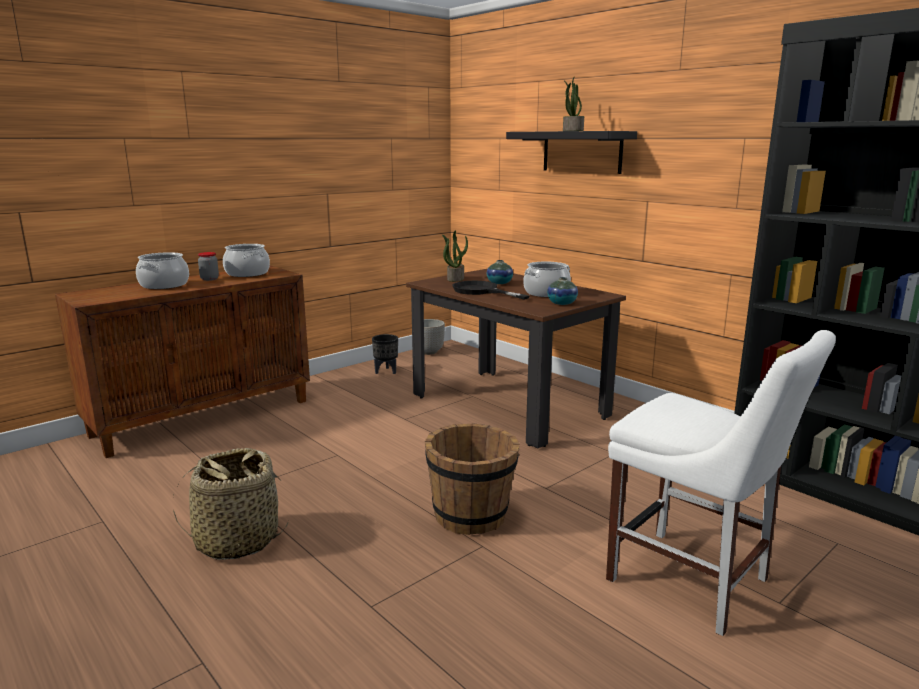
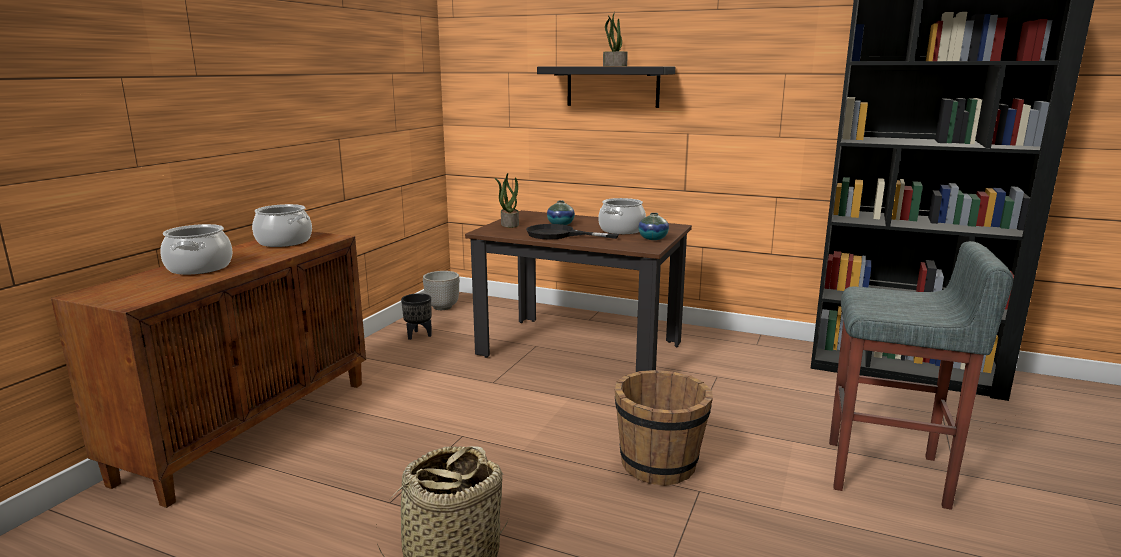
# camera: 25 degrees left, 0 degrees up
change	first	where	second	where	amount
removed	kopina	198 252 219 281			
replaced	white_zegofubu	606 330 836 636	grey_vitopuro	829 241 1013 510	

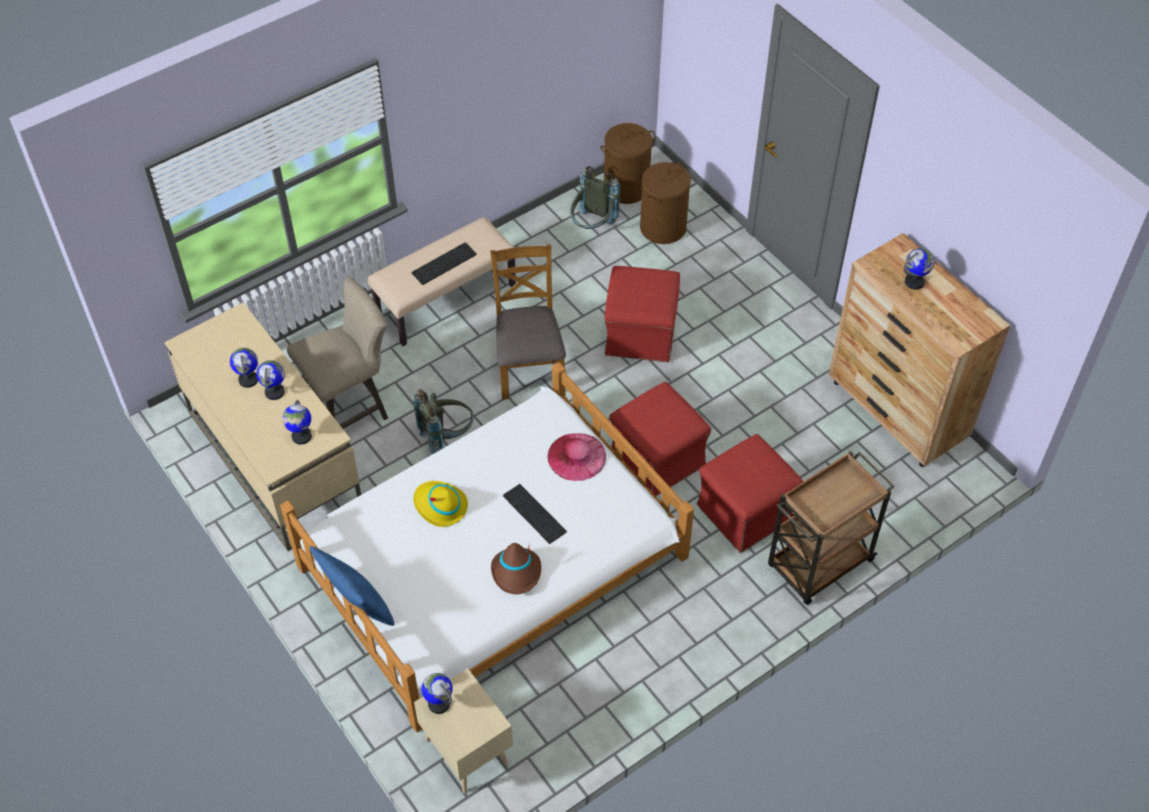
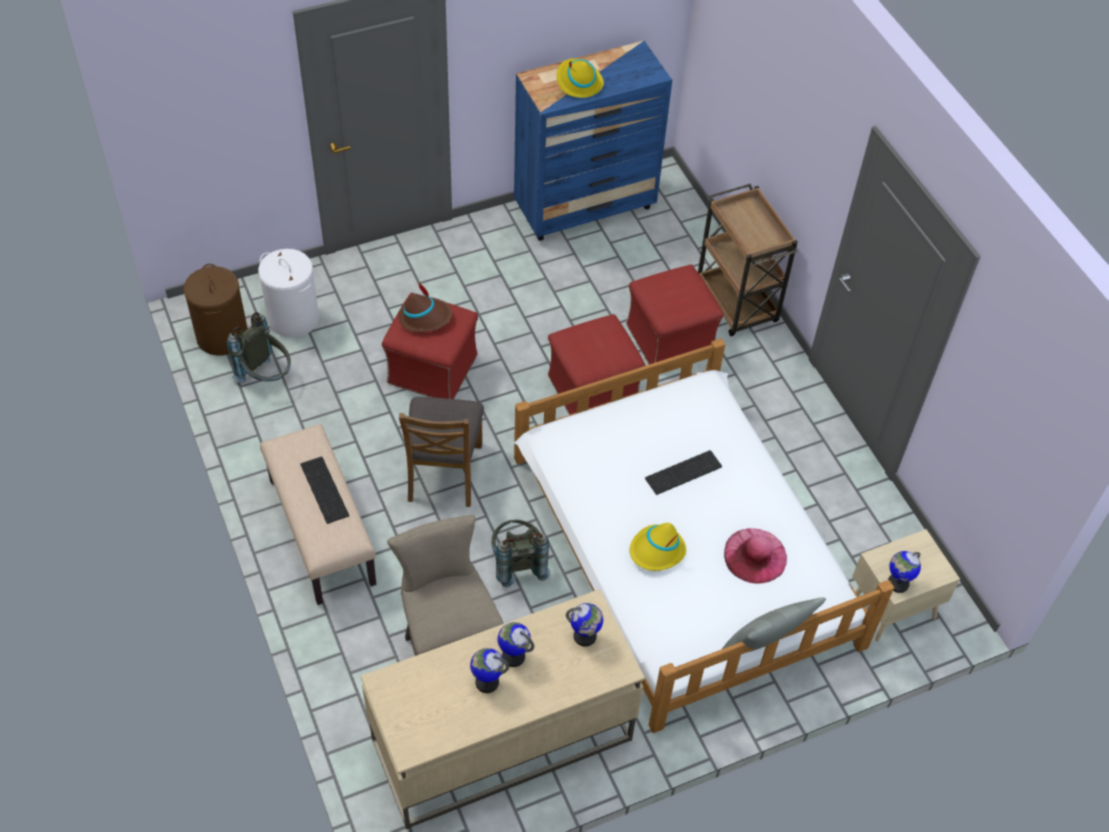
# camera: 80 degrees left, 0 degrees up
change	first	where	second	where	amount
recoloured	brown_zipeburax	640 162 691 244	white_zipeburax	258 249 319 338	
recoloured	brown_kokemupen	829 233 1010 467	blue_kokemupen	514 41 672 241	
turned	brown_zegofubu	490 244 566 400		399 397 484 507	90 degrees counterclockwise
replaced	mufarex	903 248 935 290	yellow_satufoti	557 58 604 98	
moved	pink_satufoti	547 433 606 481		724 528 787 584	
moved	brown_satufoti	491 543 541 594		398 282 453 333	
recoloured	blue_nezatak	309 546 395 626	grey_nezatak	722 597 826 653	

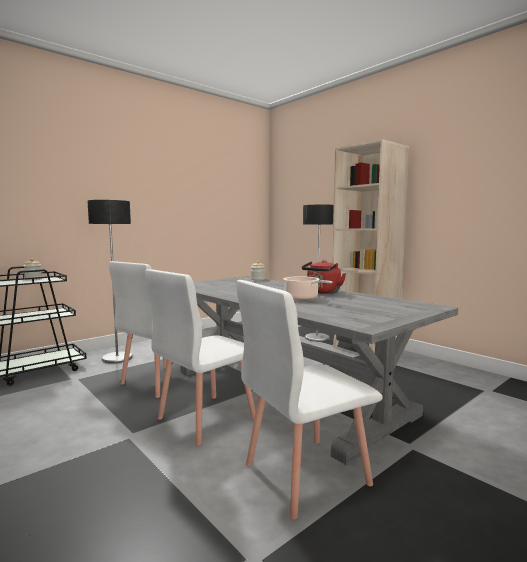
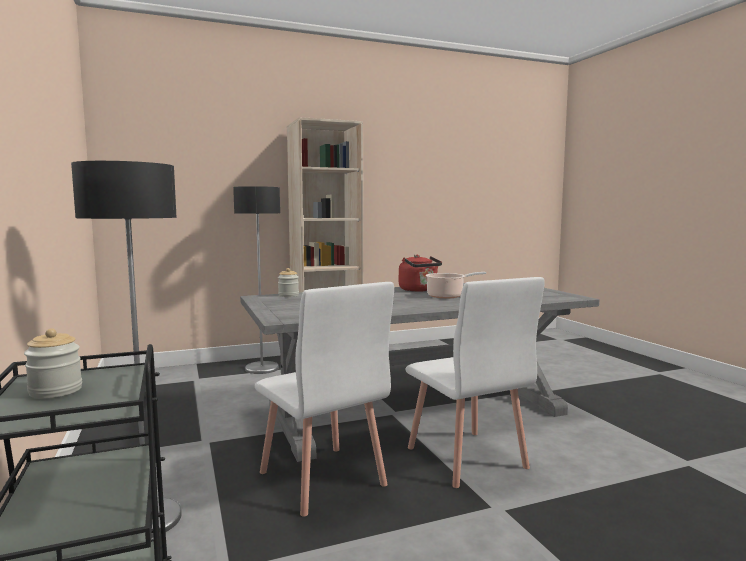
# camera: 70 degrees left, 0 degrees up
change	first	where	second	where	amount
removed	white_zegofubu	236 280 383 519			

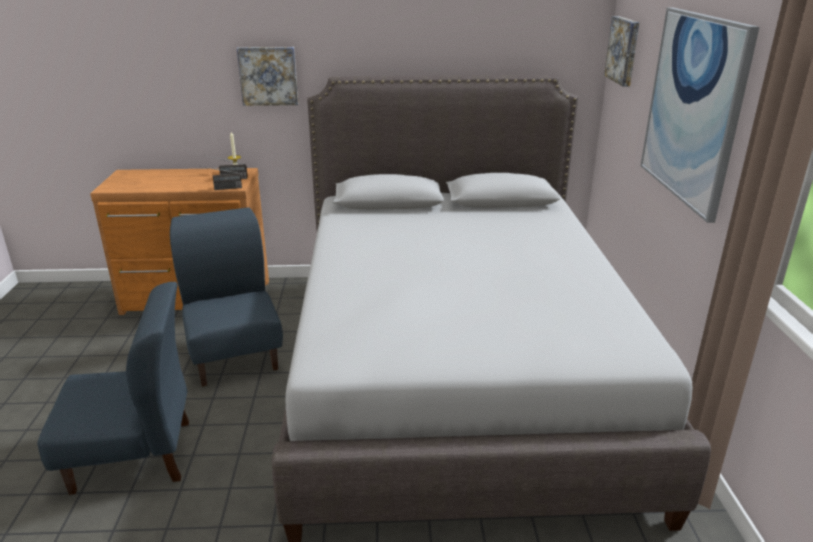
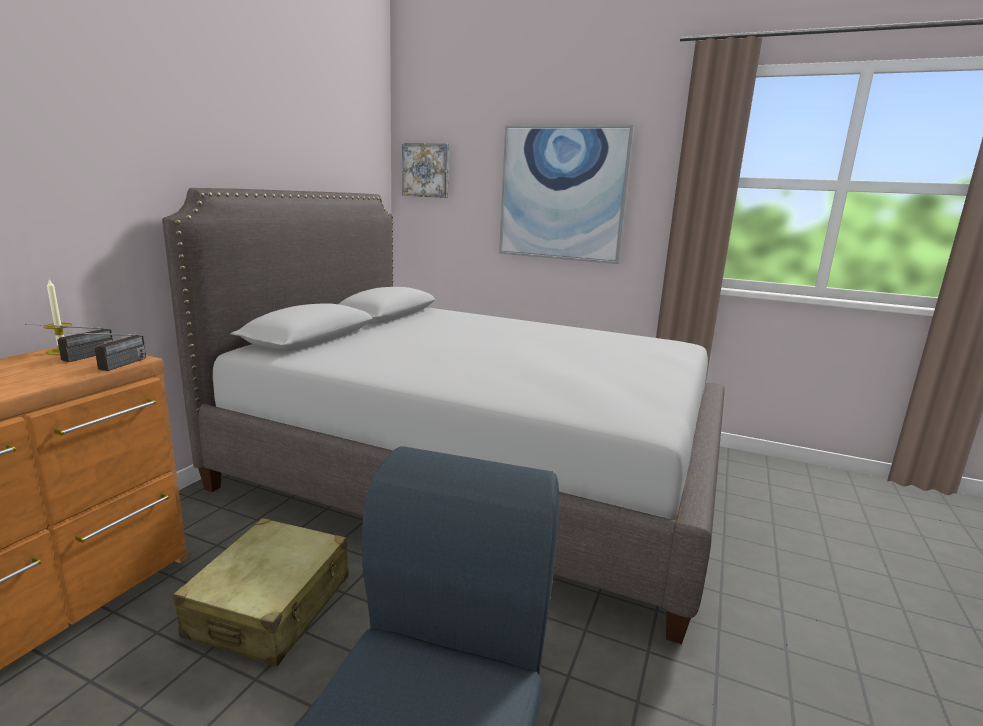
# camera: 65 degrees left, 10 degrees down
change	first	where	second	where	amount
removed	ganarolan	237 47 298 106			
replaced	blue_zegofubu	170 207 283 387	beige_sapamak	173 518 348 666	

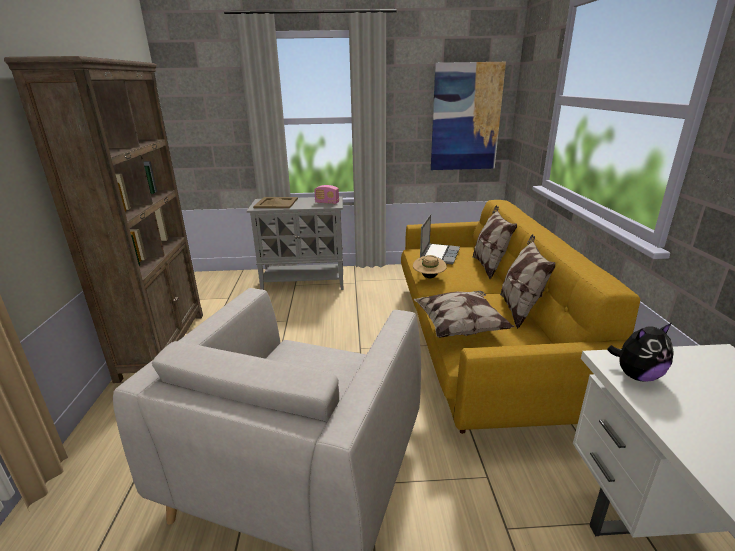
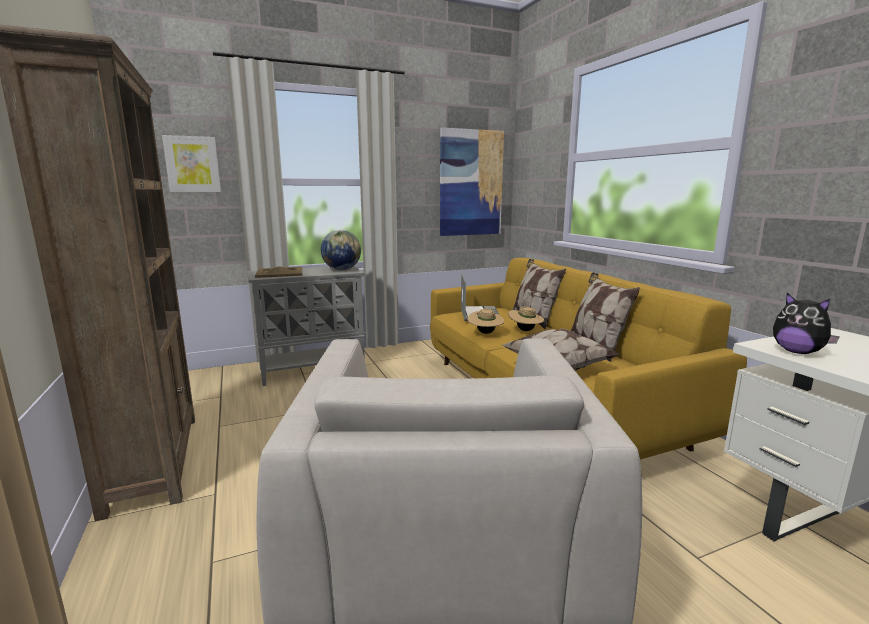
# camera: 20 degrees left, 10 degrees down
change	first	where	second	where	amount
replaced	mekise	314 185 339 204	mufarex	321 230 361 270	
turned	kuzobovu	607 323 674 381		773 293 840 354	90 degrees clockwise
added			ganarolan	162 135 221 192	
added			beige_satufoti	508 307 544 331	

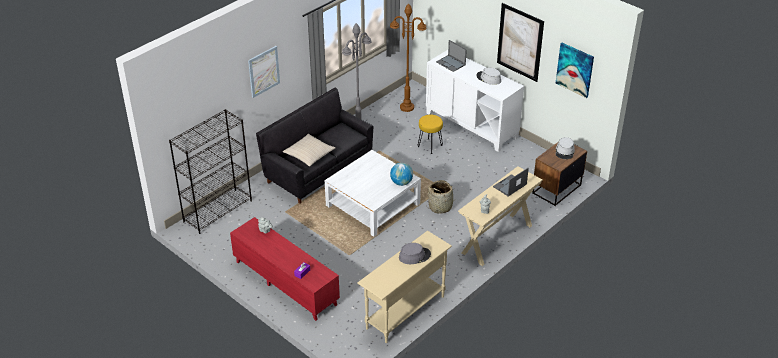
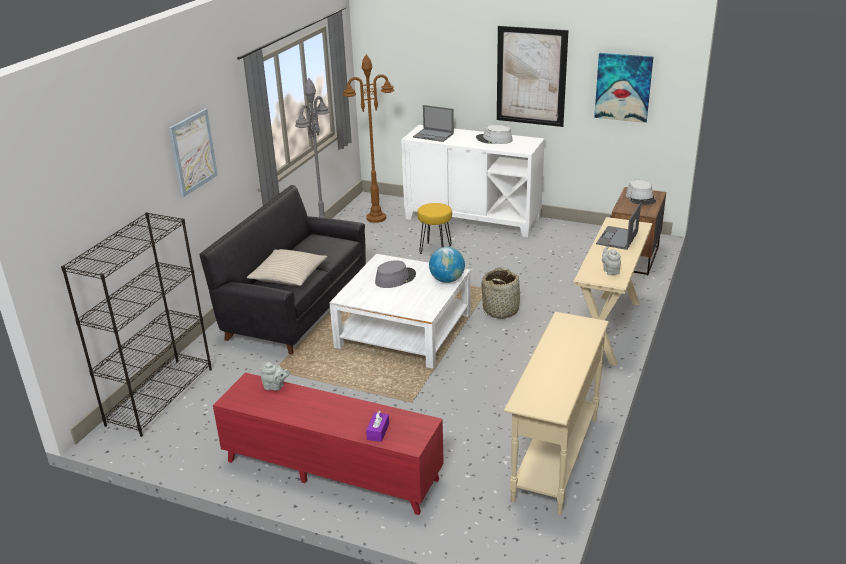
# camera: 20 degrees left, 10 degrees down
change	first	where	second	where	amount
moved	grey_satufoti	399 243 431 264		375 260 416 288	

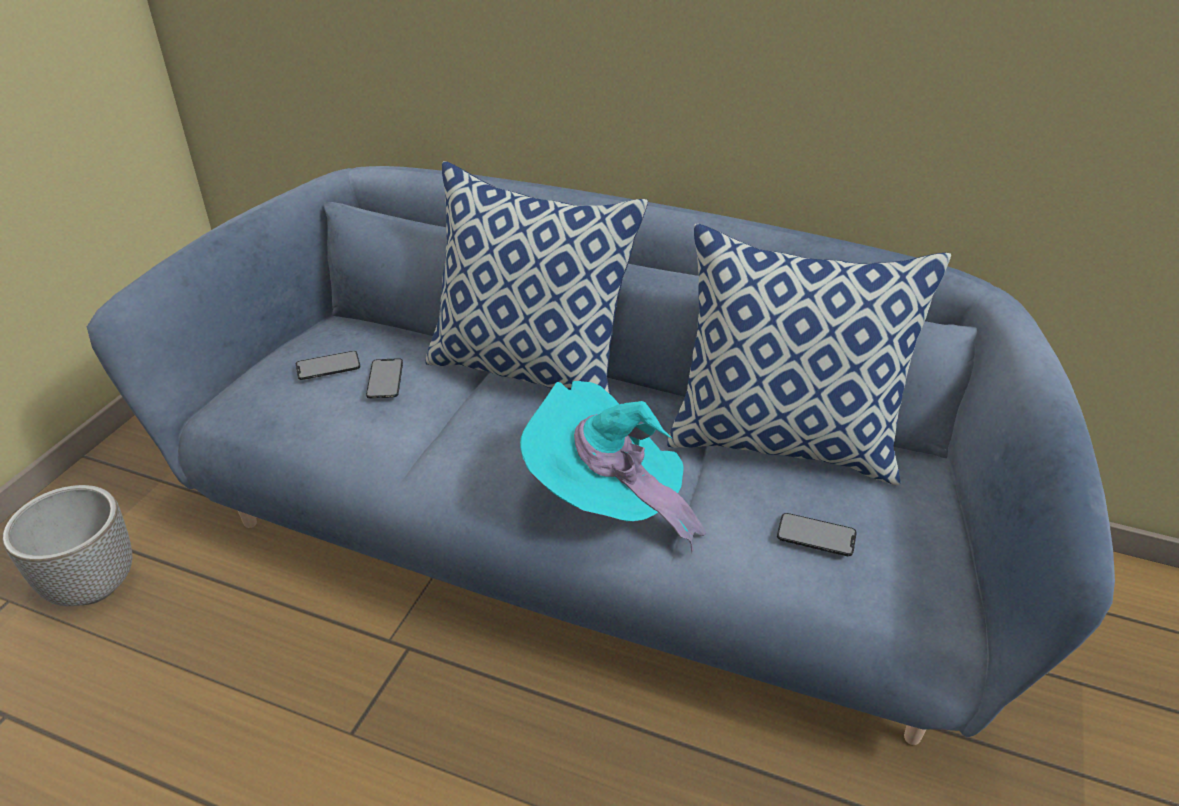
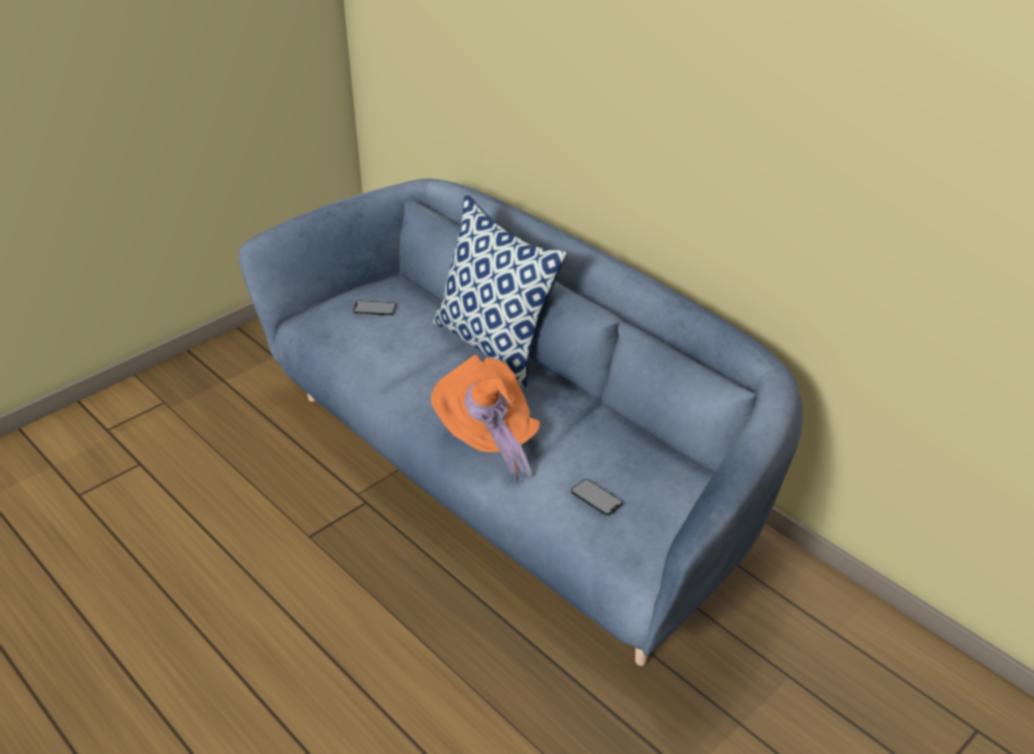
# camera: 25 degrees right, 0 degrees up
change	first	where	second	where	amount
removed	nezatak	667 224 951 485			
removed	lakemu	366 358 403 399			
recoloured	turquoise_satufoti	520 381 707 553	orange_satufoti	431 355 540 483	
removed	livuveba	3 485 132 606			

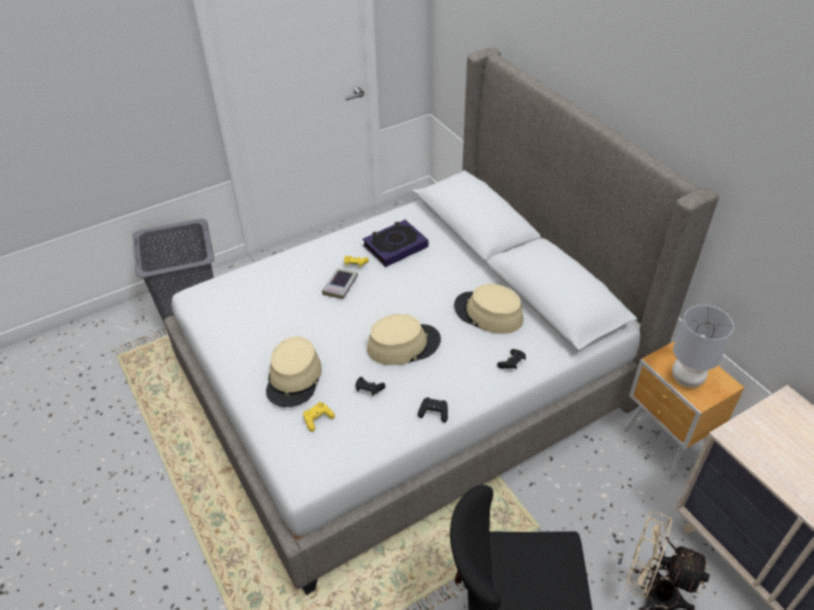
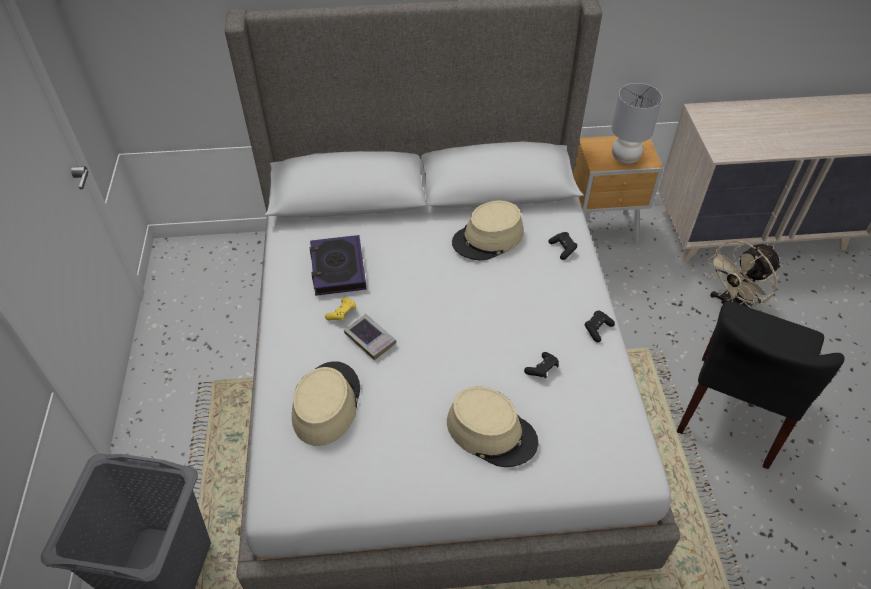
# camera: 65 degrees left, 5 degrees up
change	first	where	second	where	amount
moved	beige_satufoti	367 314 441 365		292 361 360 446	
removed	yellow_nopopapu	303 402 335 432			

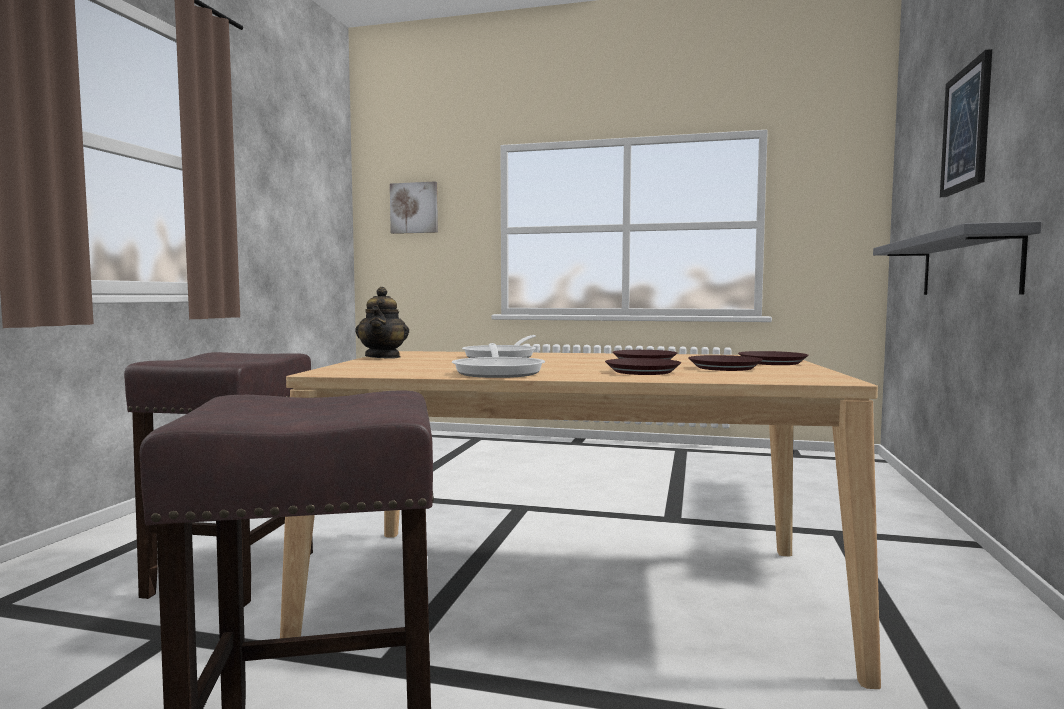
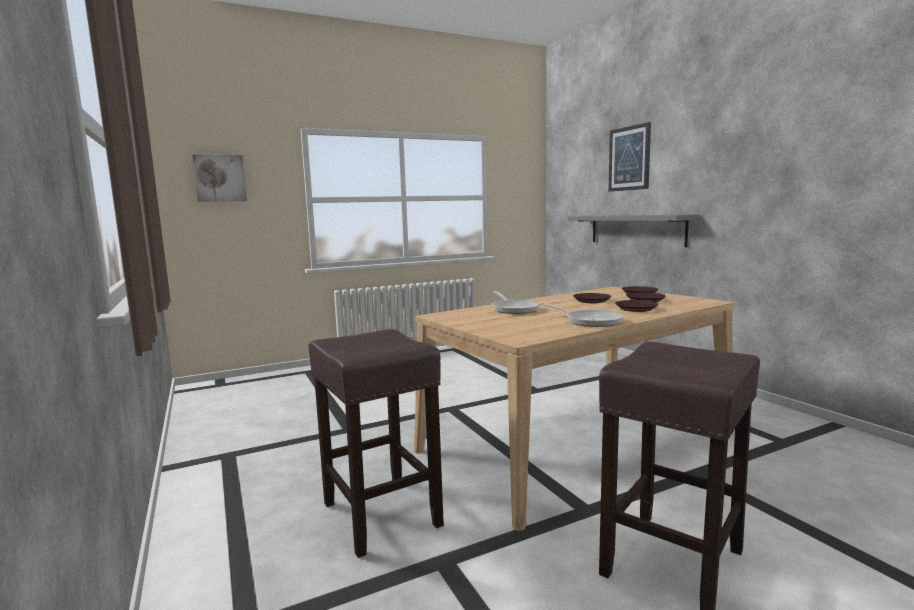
# camera: 40 degrees left, 5 degrees up
change	first	where	second	where	amount
removed	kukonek	355 287 409 358			

